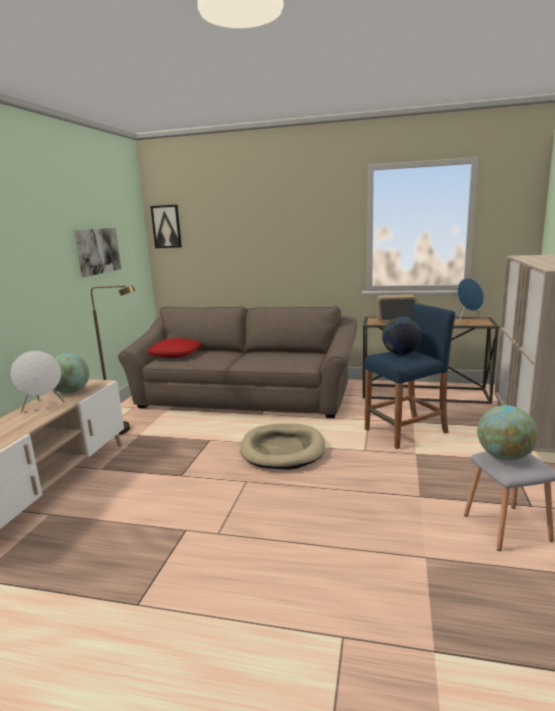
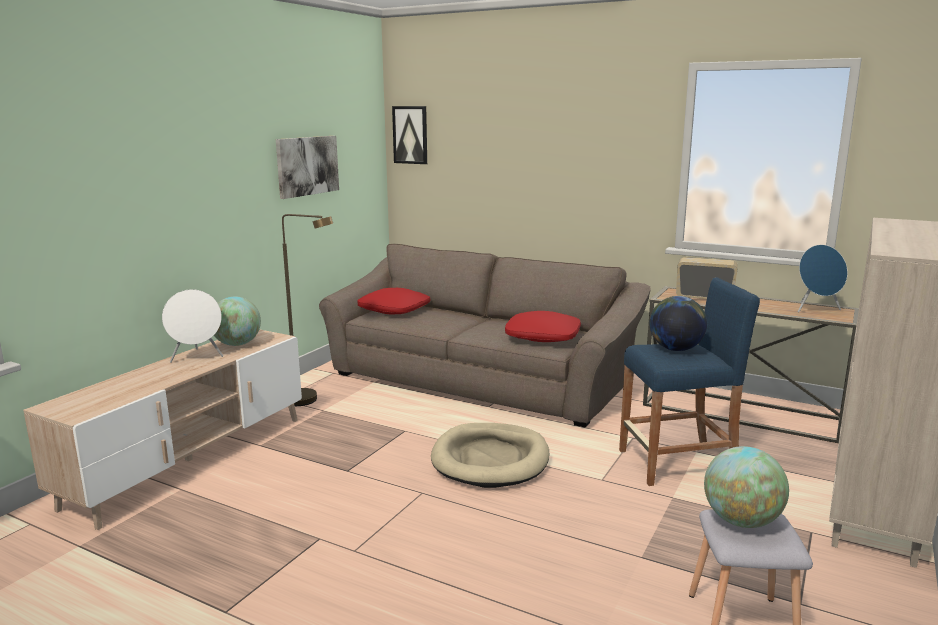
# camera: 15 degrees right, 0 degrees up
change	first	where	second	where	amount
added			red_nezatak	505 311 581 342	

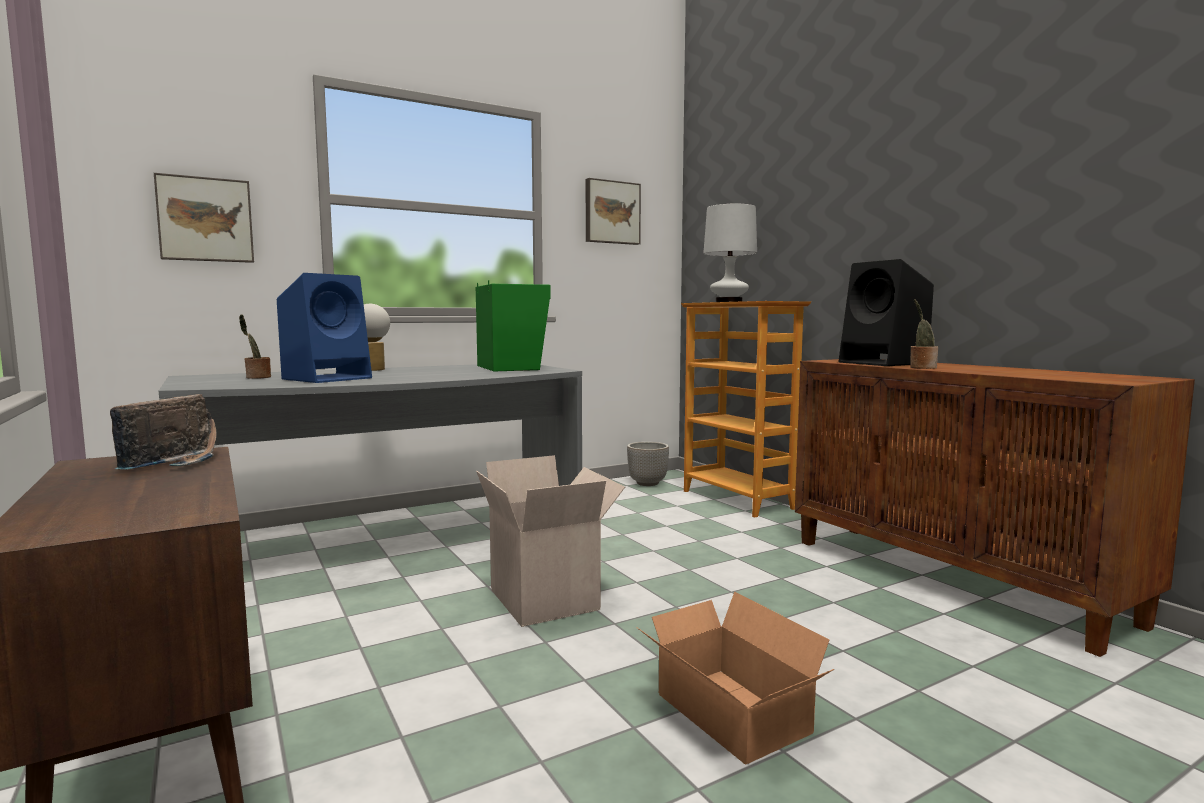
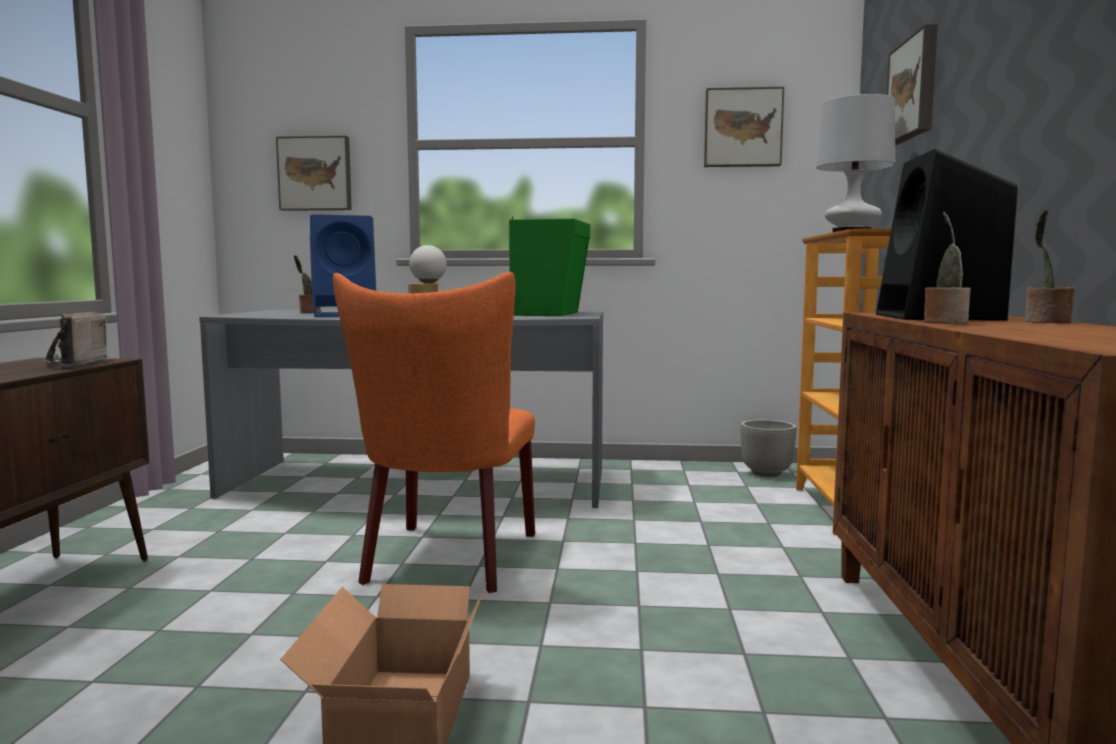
# camera: 35 degrees right, 0 degrees up
change	first	where	second	where	amount
turned	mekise	110 394 217 470		44 312 107 368	120 degrees clockwise
replaced	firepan	476 455 625 627	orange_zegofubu	333 272 535 593	
added			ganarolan	887 24 938 146	
added			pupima	1025 210 1074 323	

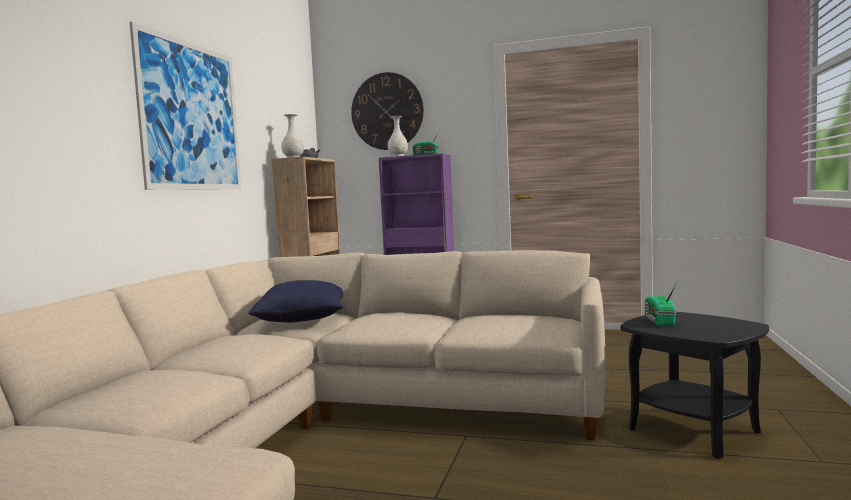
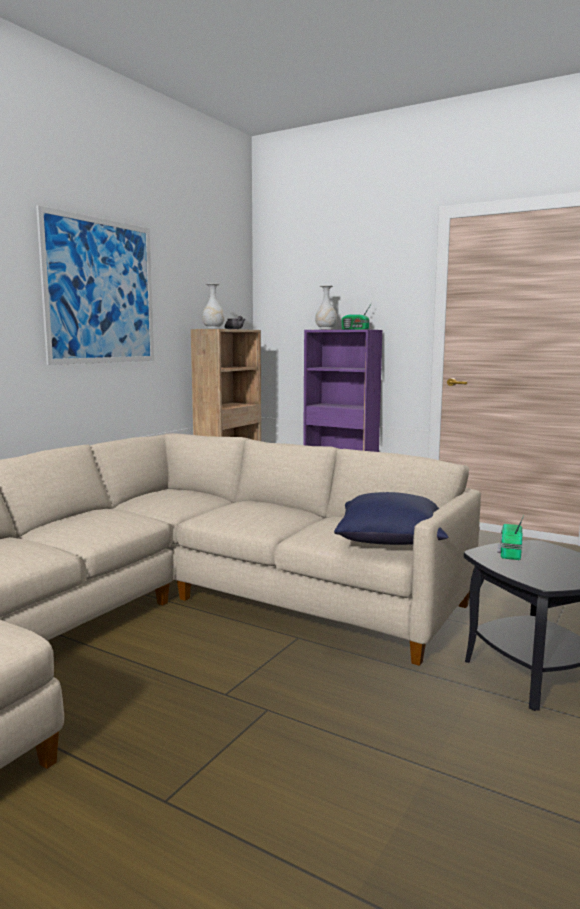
# camera: 15 degrees right, 5 degrees up
change	first	where	second	where	amount
removed	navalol	351 72 424 150			
moved	blue_nezatak	248 280 344 323		334 492 448 545	

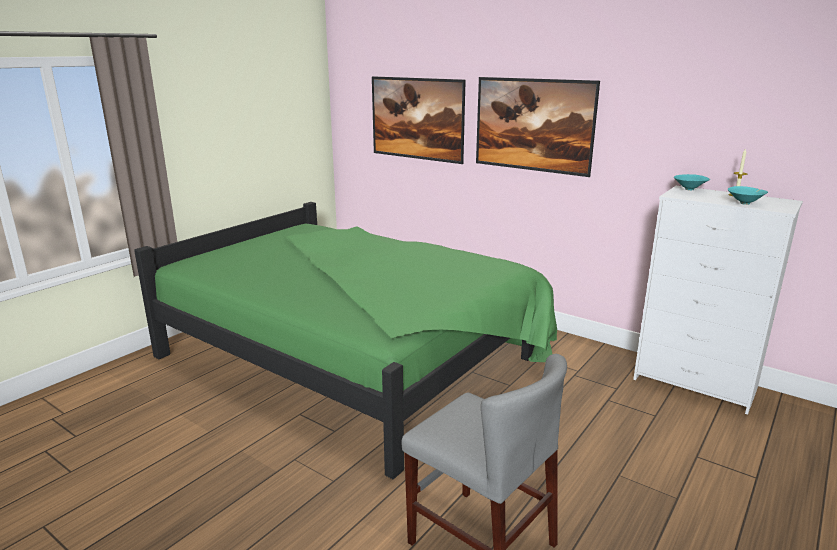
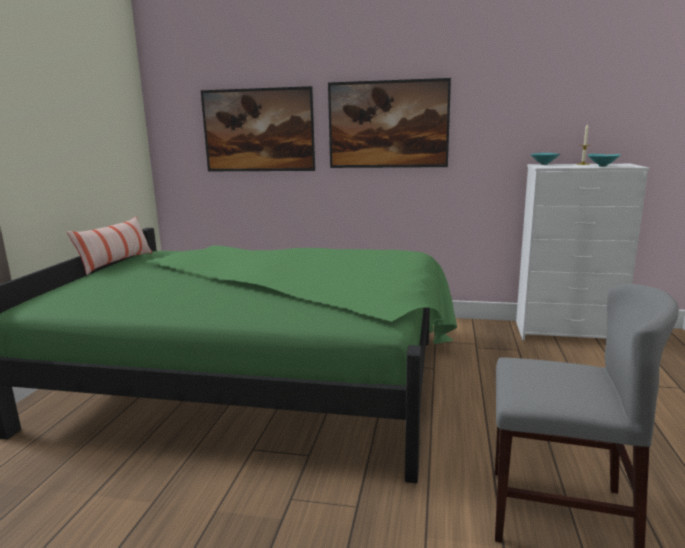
# camera: 25 degrees left, 5 degrees down
change	first	where	second	where	amount
added			nezatak	67 216 152 275	

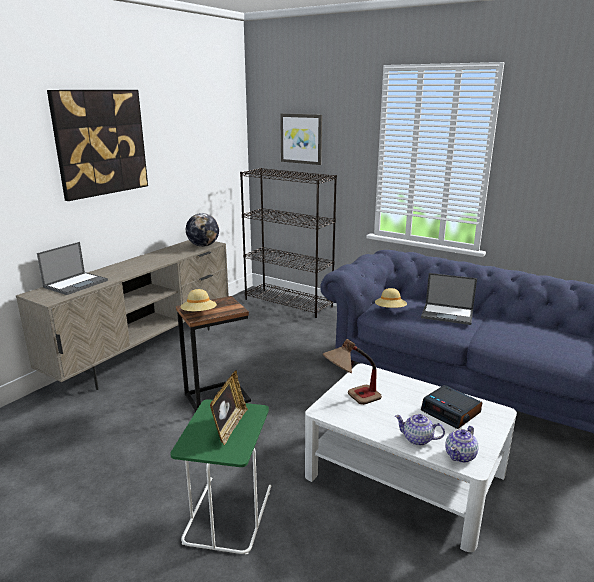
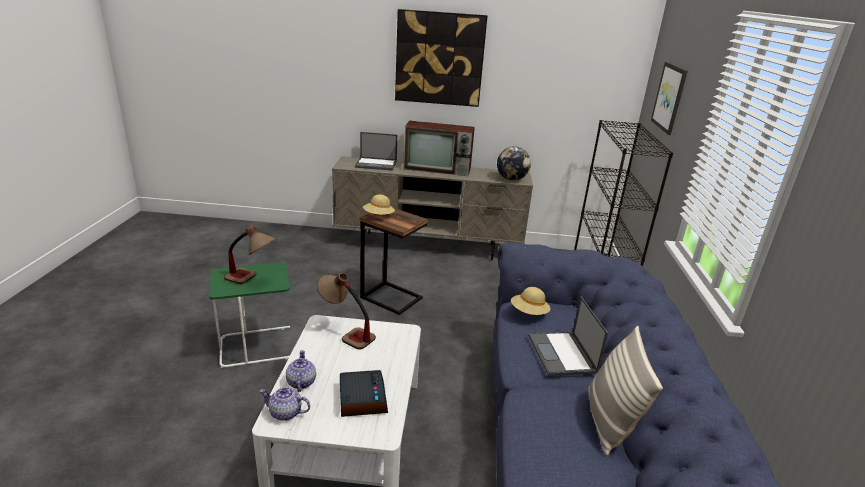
# camera: 60 degrees right, 5 degrees up
change	first	where	second	where	amount
replaced	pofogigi	210 371 248 445	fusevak	224 225 276 284	
turned	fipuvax	421 385 482 429		340 370 388 417	150 degrees clockwise
added			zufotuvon	403 121 475 176	
added			nezatak	588 326 663 456	

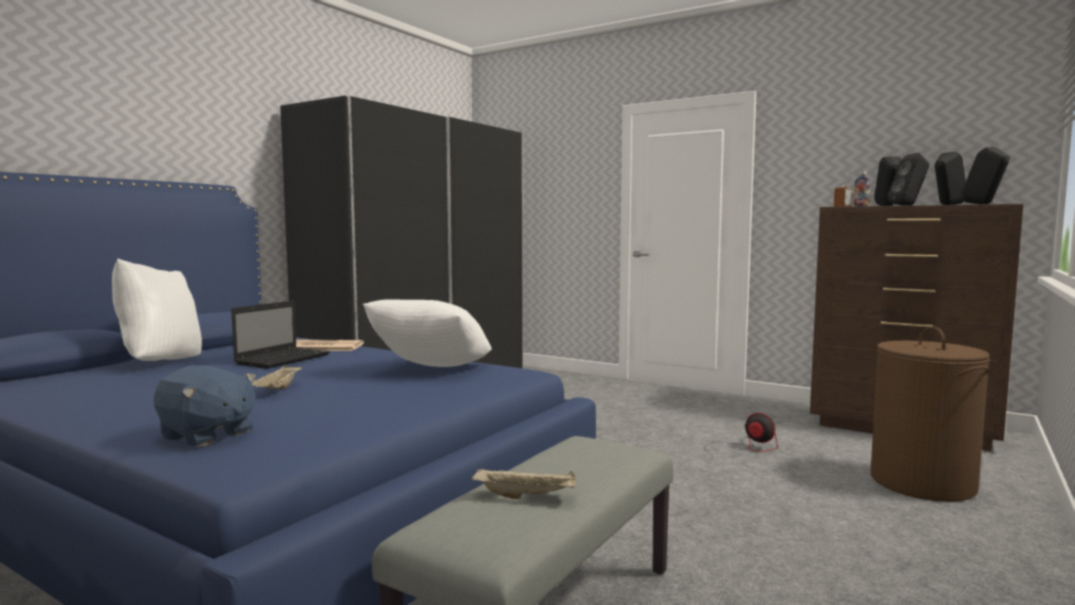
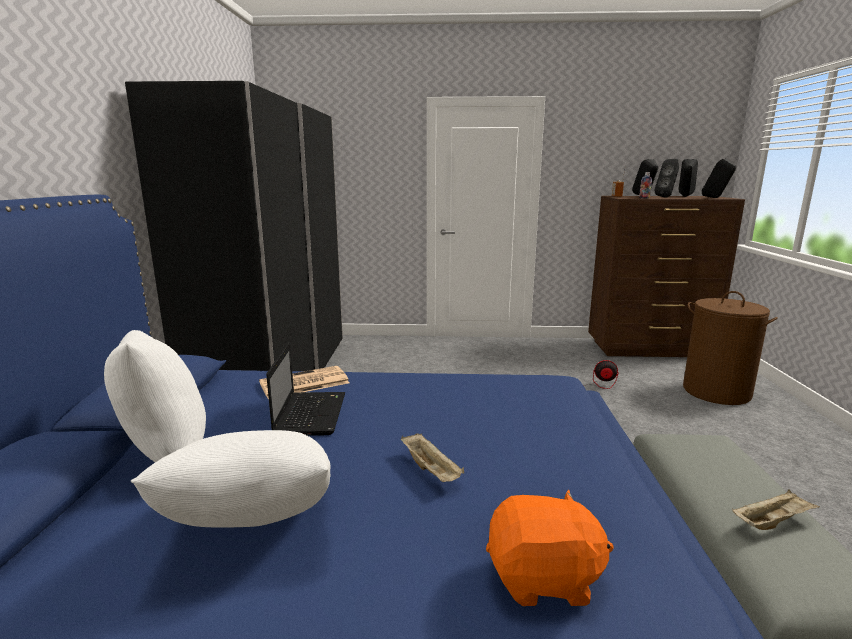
# camera: 30 degrees left, 10 degrees up
change	first	where	second	where	amount
moved	white_nezatak	363 300 492 367		131 430 331 528	
recoloured	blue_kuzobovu	154 366 257 447	orange_kuzobovu	486 490 614 606	

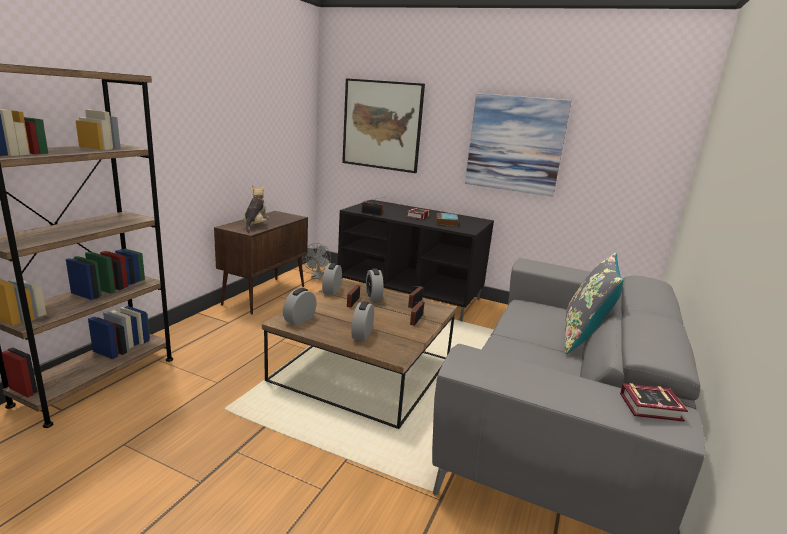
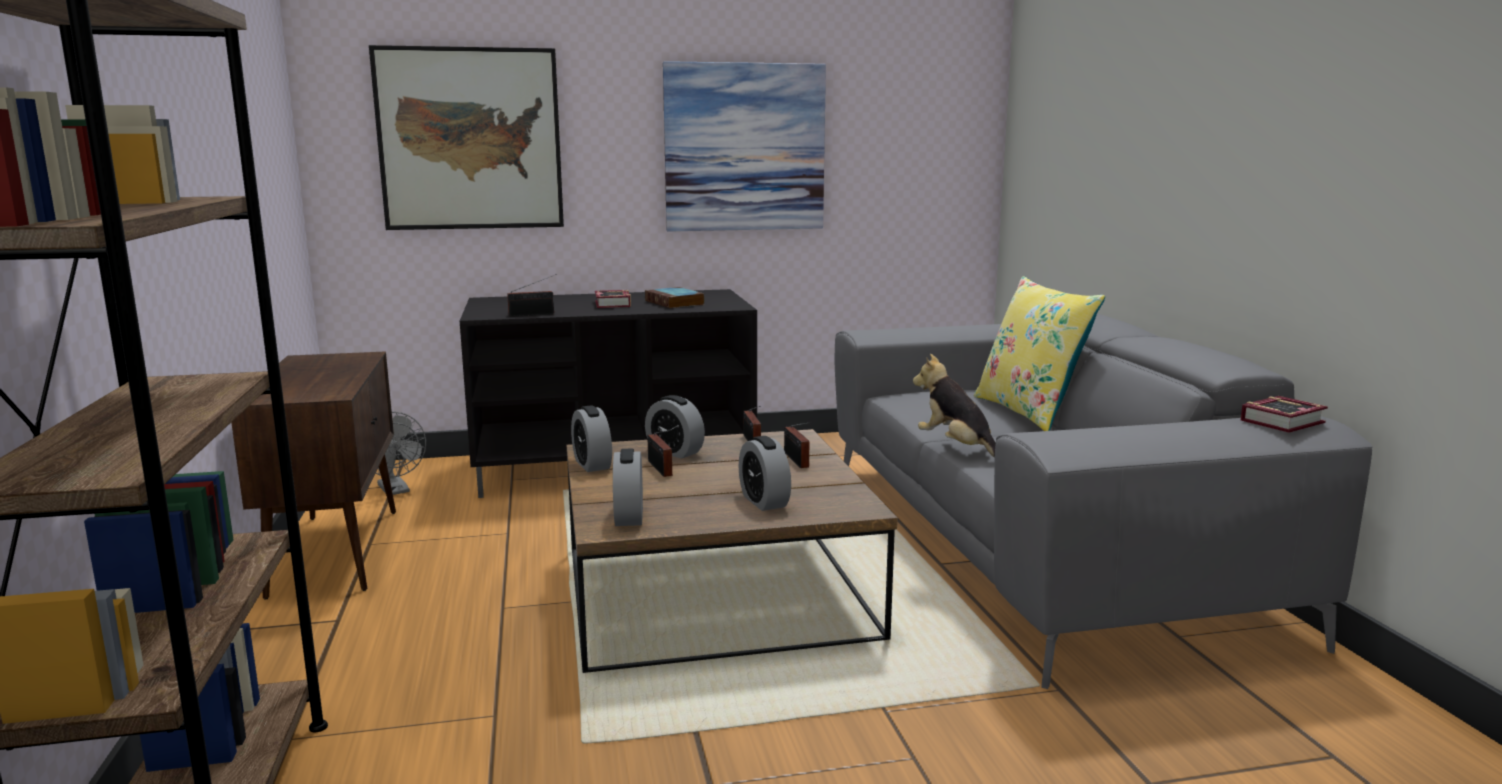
# camera: 35 degrees left, 5 degrees down
change	first	where	second	where	amount
moved	kuzobovu	243 185 269 233		913 354 996 458	
recoloured	grey_nezatak	565 253 624 354	yellow_nezatak	974 276 1105 431	

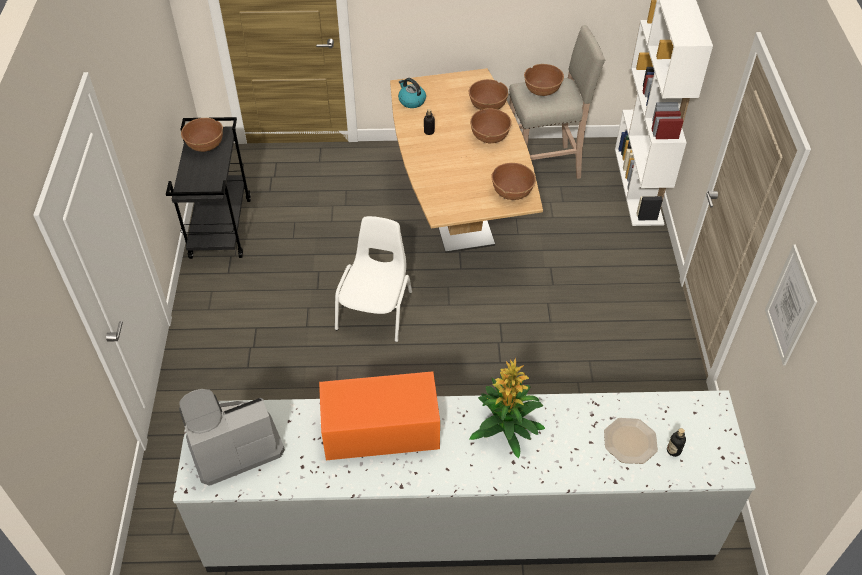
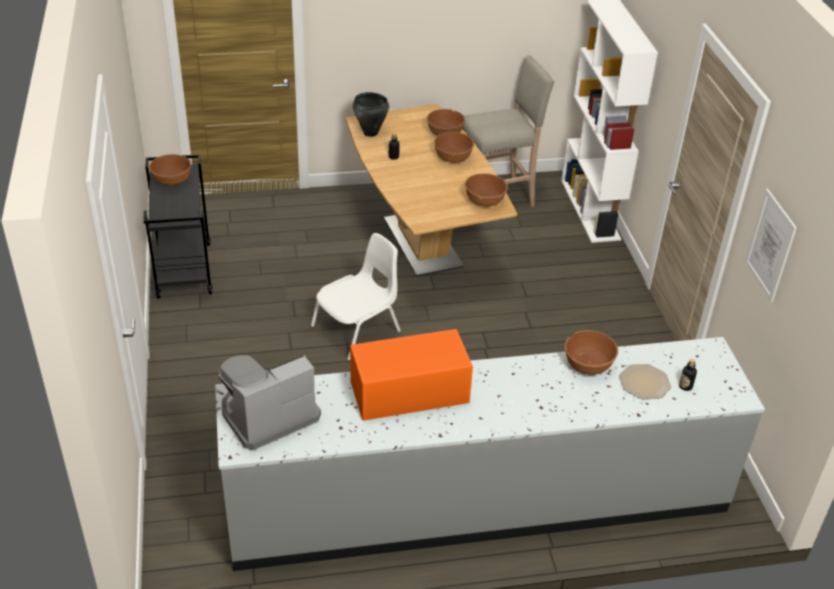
# camera: 10 degrees left, 10 degrees down
change	first	where	second	where	amount
moved	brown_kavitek	524 64 564 96		565 330 618 375	
replaced	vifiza	398 78 426 108	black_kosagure	353 92 389 137	
turned	white_zegofubu	335 216 412 342		311 233 401 361	45 degrees clockwise
removed	pupima	470 358 545 458			

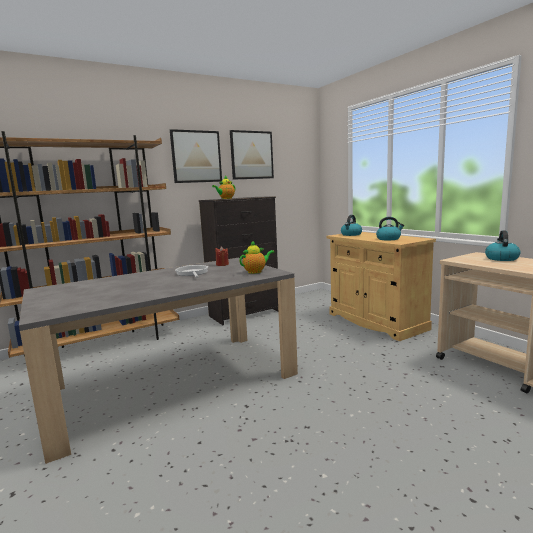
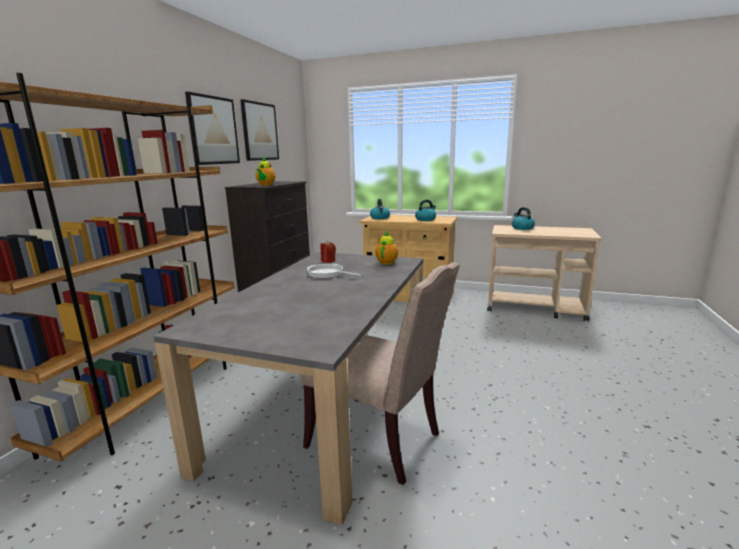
# camera: 40 degrees left, 5 degrees up
change	first	where	second	where	amount
added			beige_zegofubu	301 262 459 485	

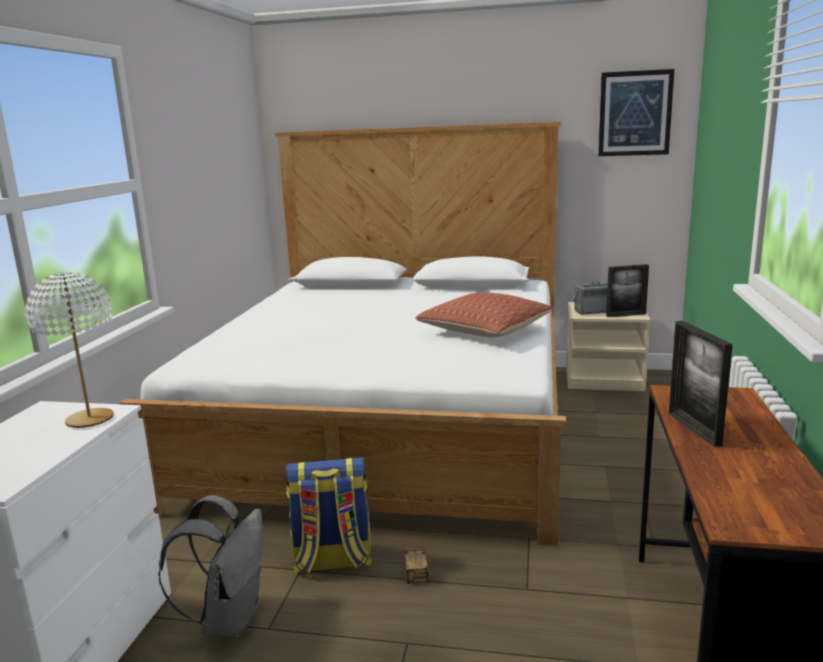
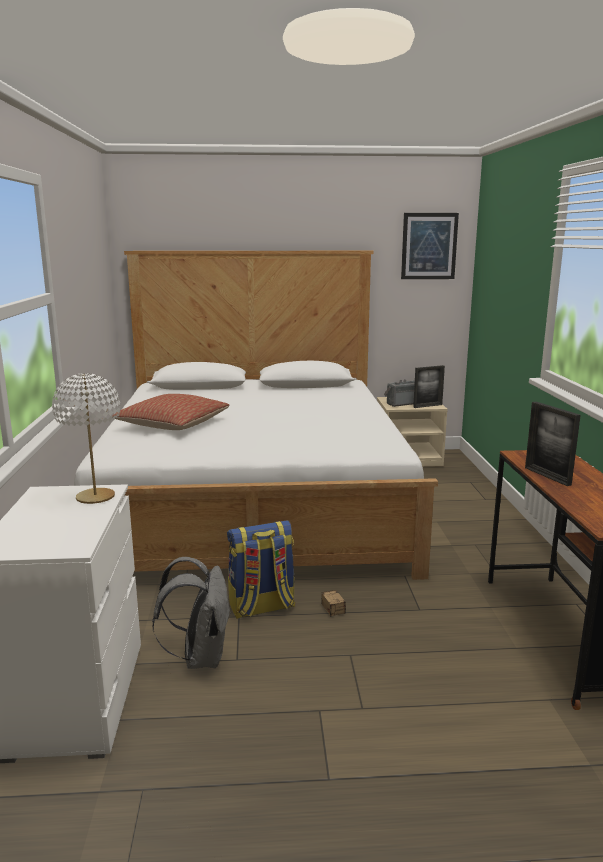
# camera: 15 degrees left, 0 degrees up
change	first	where	second	where	amount
moved	nezatak	415 292 553 337		112 394 230 430	

